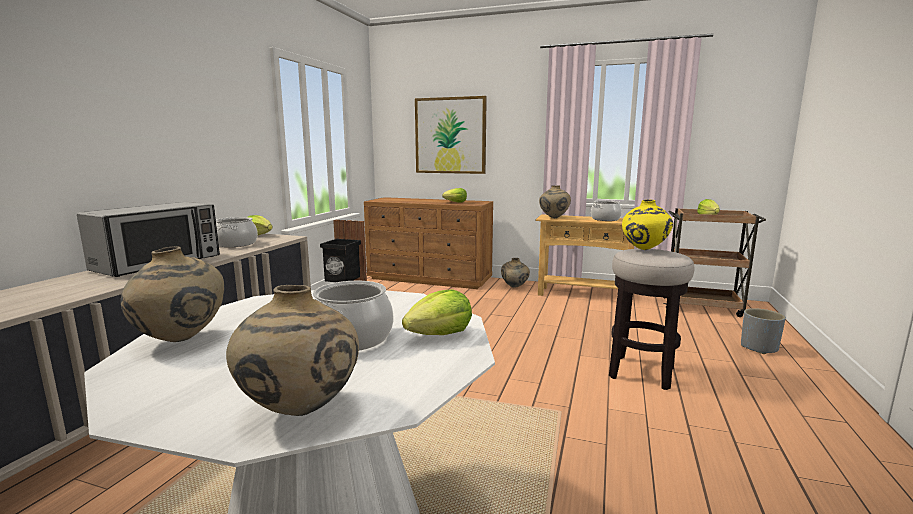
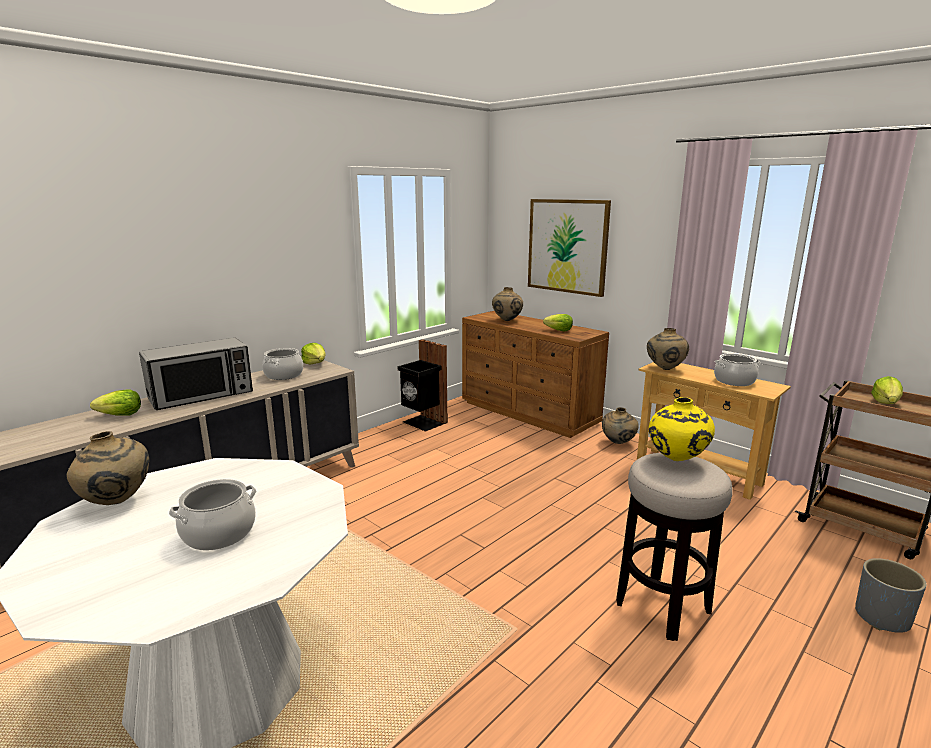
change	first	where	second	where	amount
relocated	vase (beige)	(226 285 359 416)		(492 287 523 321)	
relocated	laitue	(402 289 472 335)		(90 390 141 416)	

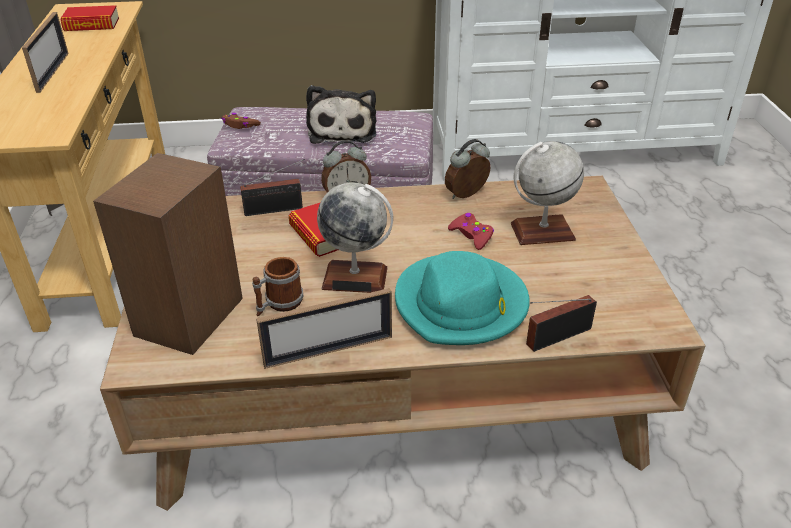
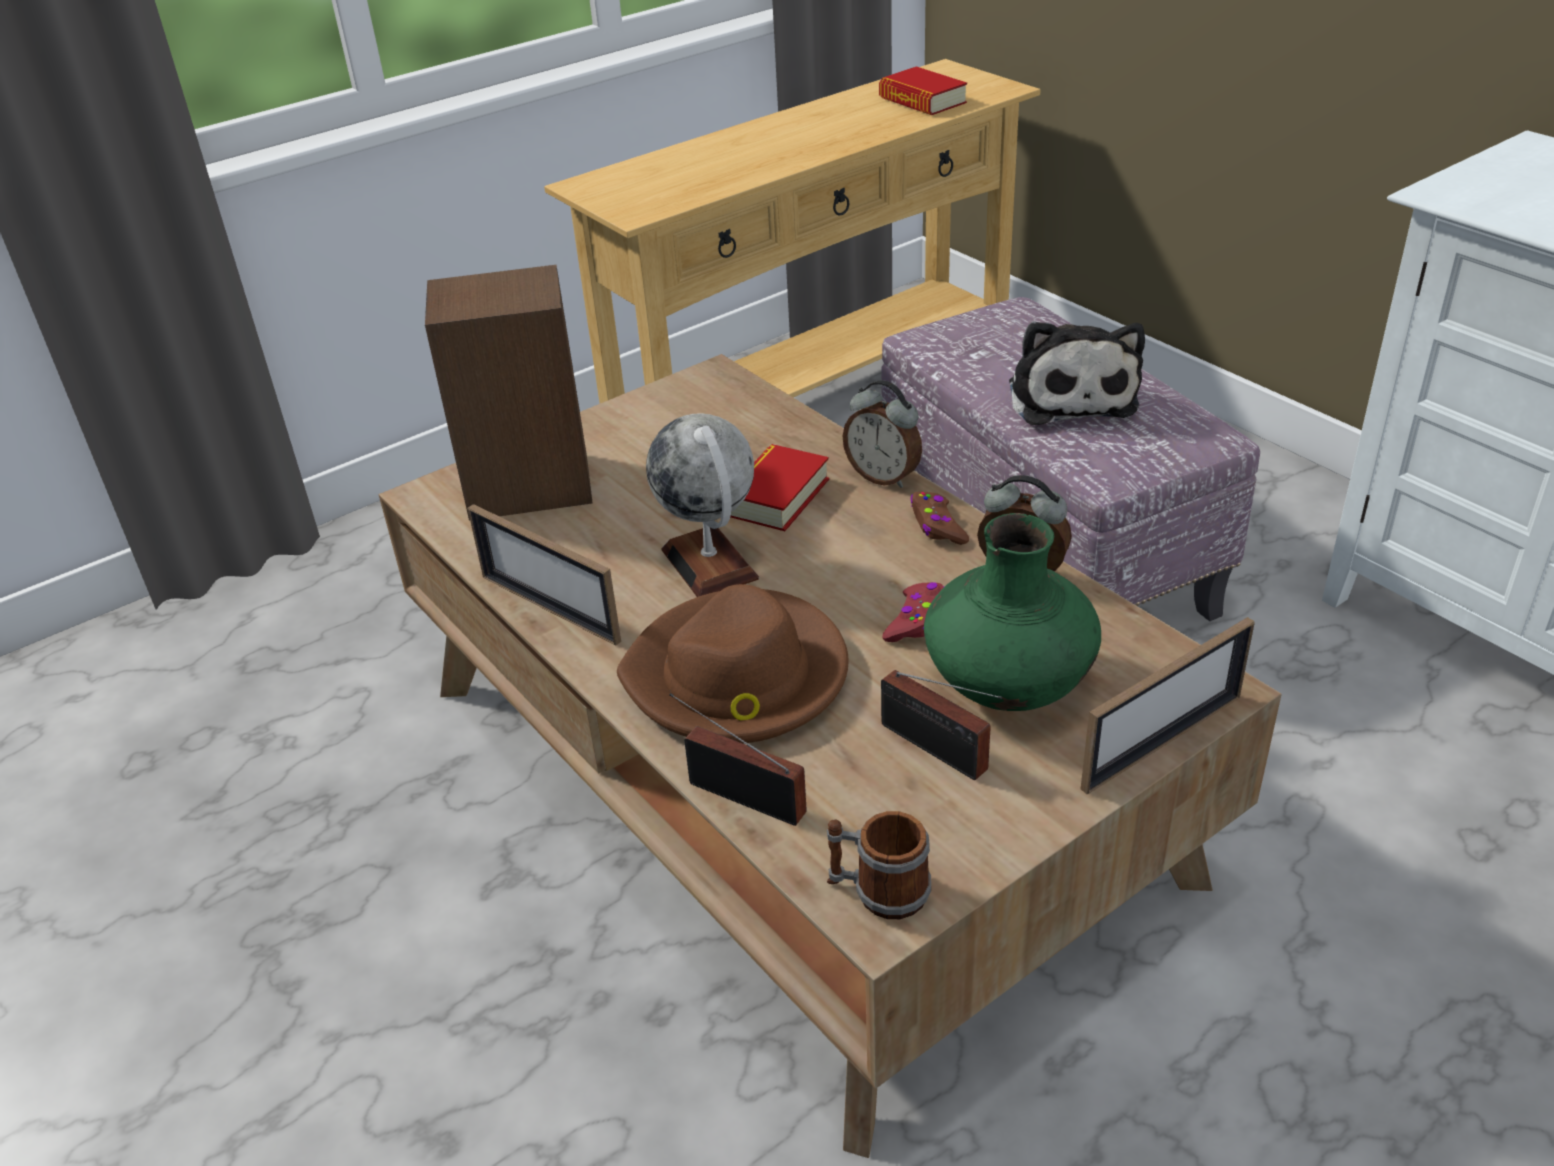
change	first	where	second	where	amount
relocated	cadre photo	(22 12 69 93)		(1081 617 1255 794)	
relocated	manette (marron)	(221 113 261 129)		(910 492 969 545)	
relocated	radio	(240 159 305 216)		(881 670 1002 780)	
relocated	mug	(252 257 303 316)		(827 811 931 919)	
spun	peluche	(306 85 377 144)		(1009 321 1145 425)	60 degrees counterclockwise
colour	chapeau (turquoise)	(395 251 530 345)	chapeau (marron)	(617 584 849 743)	
exchanged	globe	(511 141 584 245)	vase (vert)	(924 513 1101 711)	

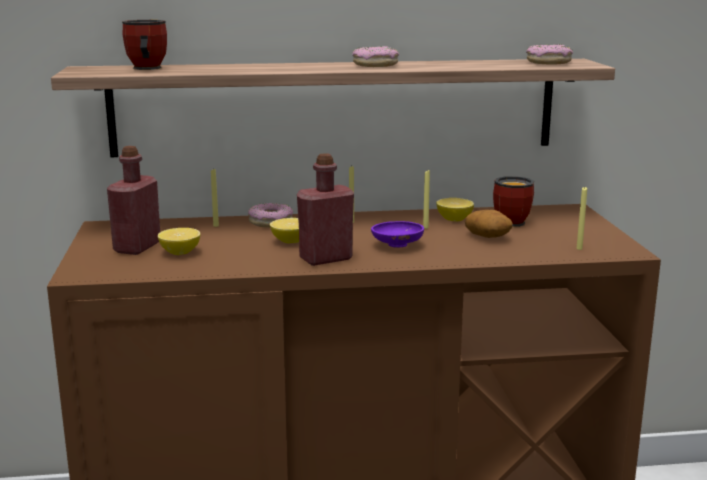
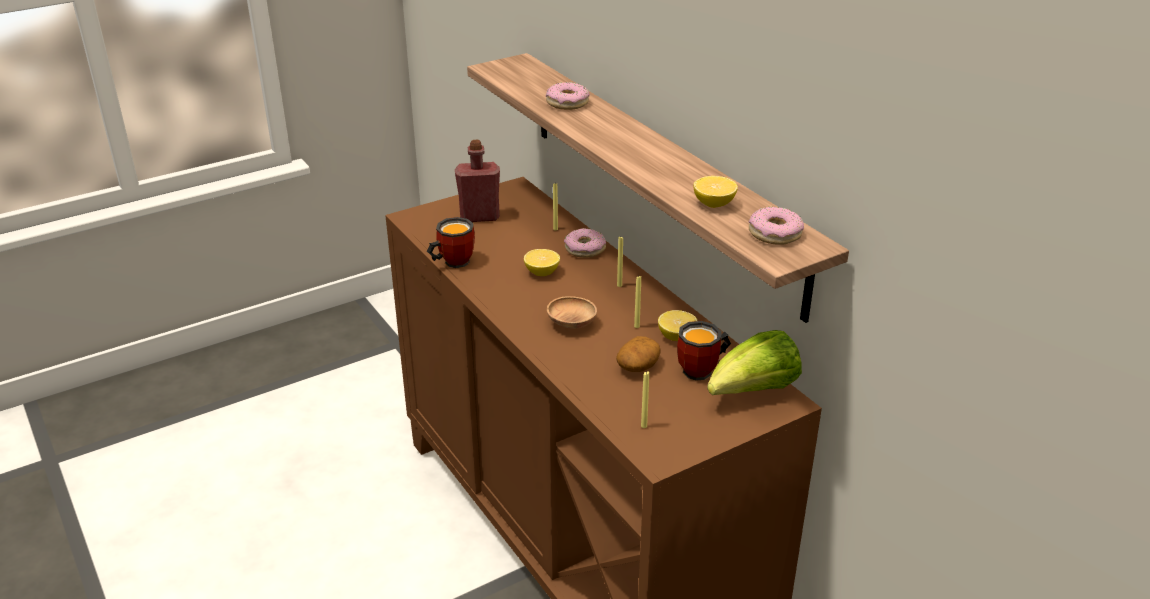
change	first	where	second	where	amount
relocated	mug	(122 20 167 70)		(427 217 475 268)	
relocated	citron	(158 228 201 255)		(693 176 738 208)	
missing	bouteille (rouge)	(297 153 354 266)			
relocated	beignet	(352 46 399 67)		(546 82 590 110)	
colour	bol (violet)	(371 221 424 247)	bol (marron)	(547 296 597 329)	
appeared			laitue	(707 330 802 395)	

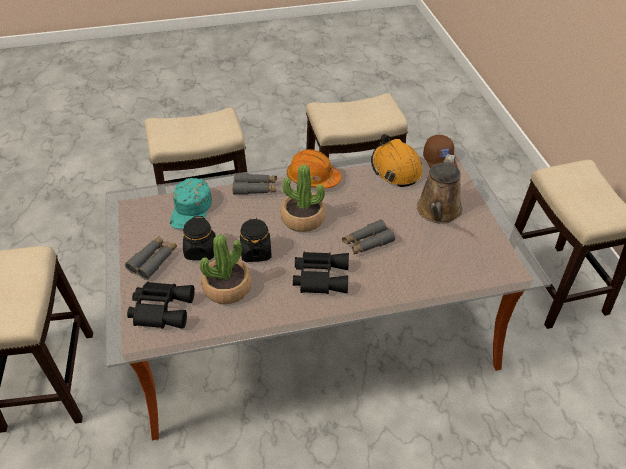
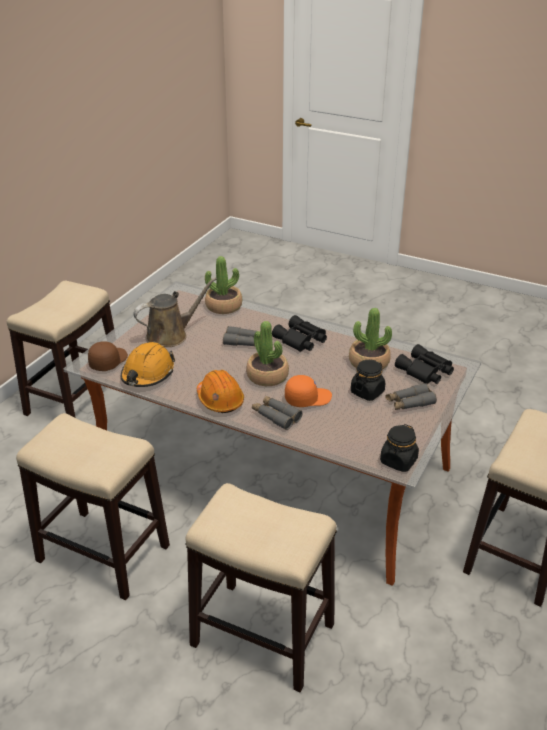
change	first	where	second	where	amount
missing	casquette (turquoise)	(170 178 212 229)			
relocated	bocal (noir)	(240 218 272 262)		(380 424 419 472)	
appeared			plante en pot	(205 256 242 314)	
appeared			casquette (orange)	(285 375 332 407)	

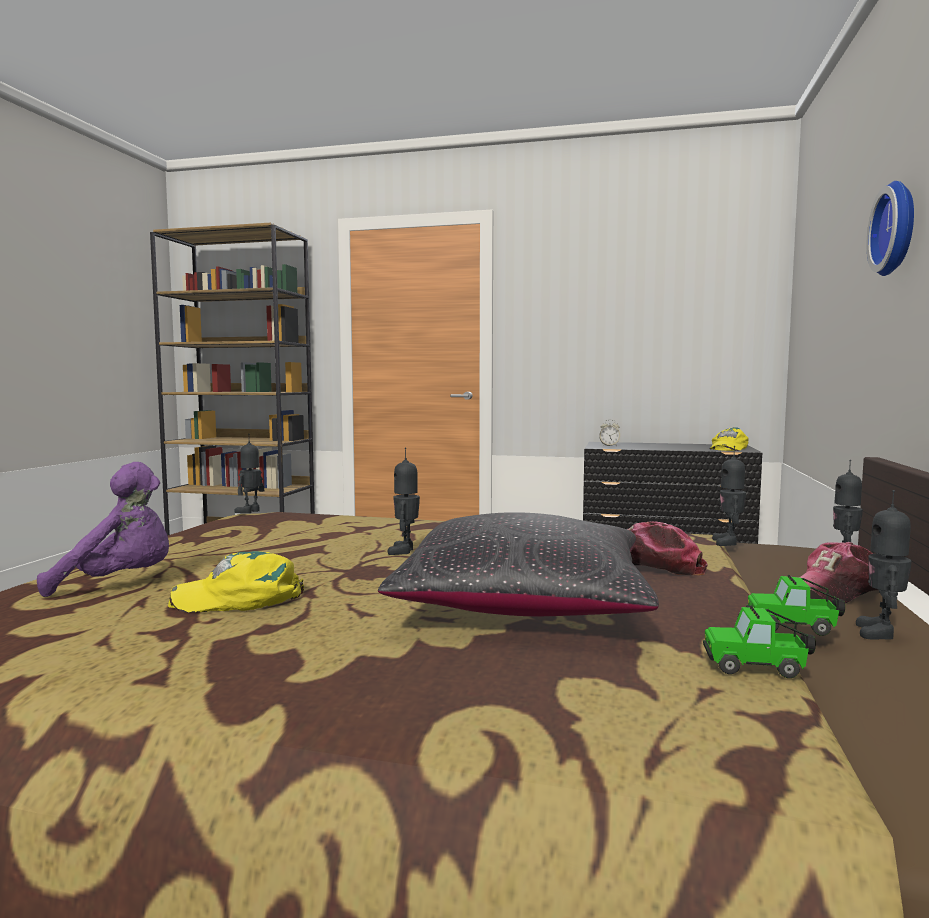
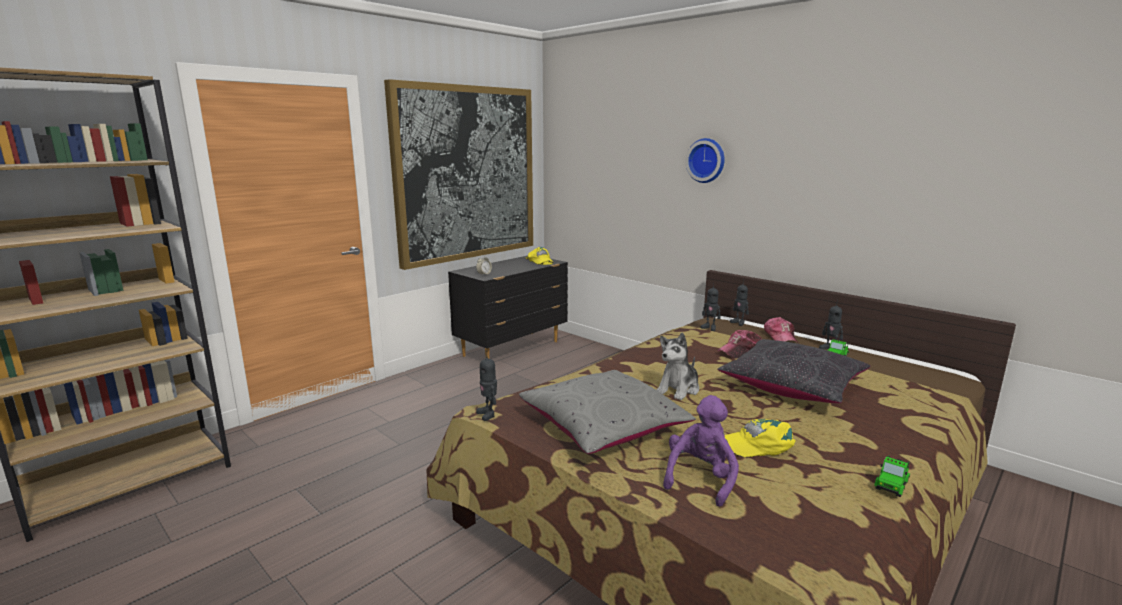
change	first	where	second	where	amount
spun	casquette (jaune)	(168 551 304 613)		(725 419 796 457)	60 degrees clockwise
exchanged	robot jouet	(388 448 420 555)	peluche	(656 333 699 400)	
relocated	petite voiture	(703 606 816 678)		(874 456 910 497)	
appeared			tableau	(384 79 533 270)	
appeared			coussin (gris)	(519 370 696 454)	

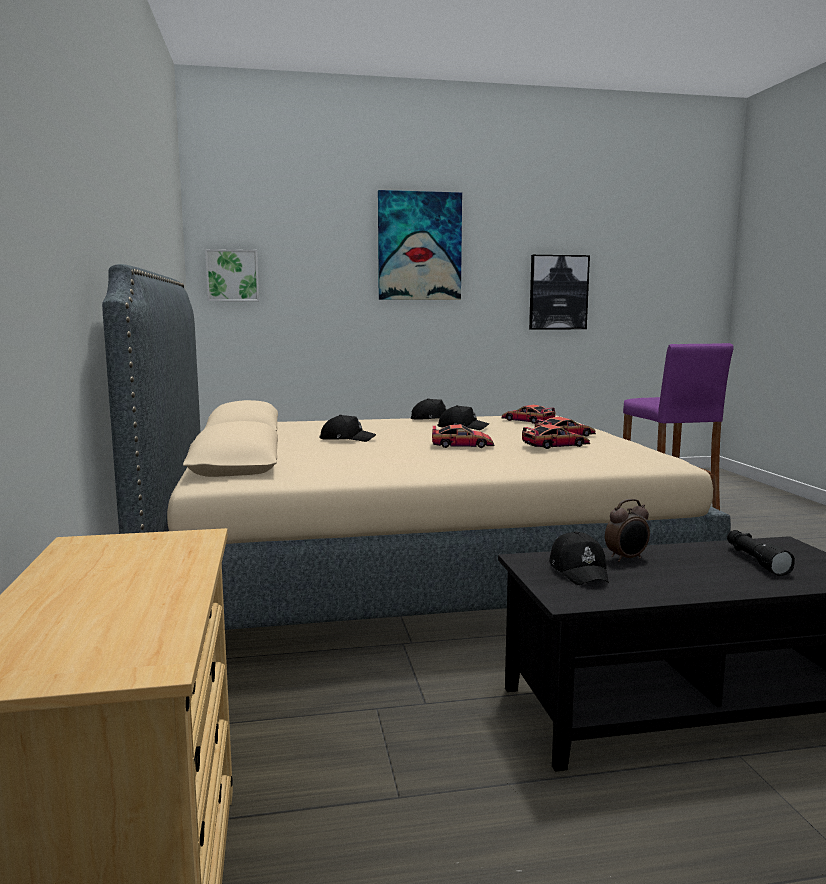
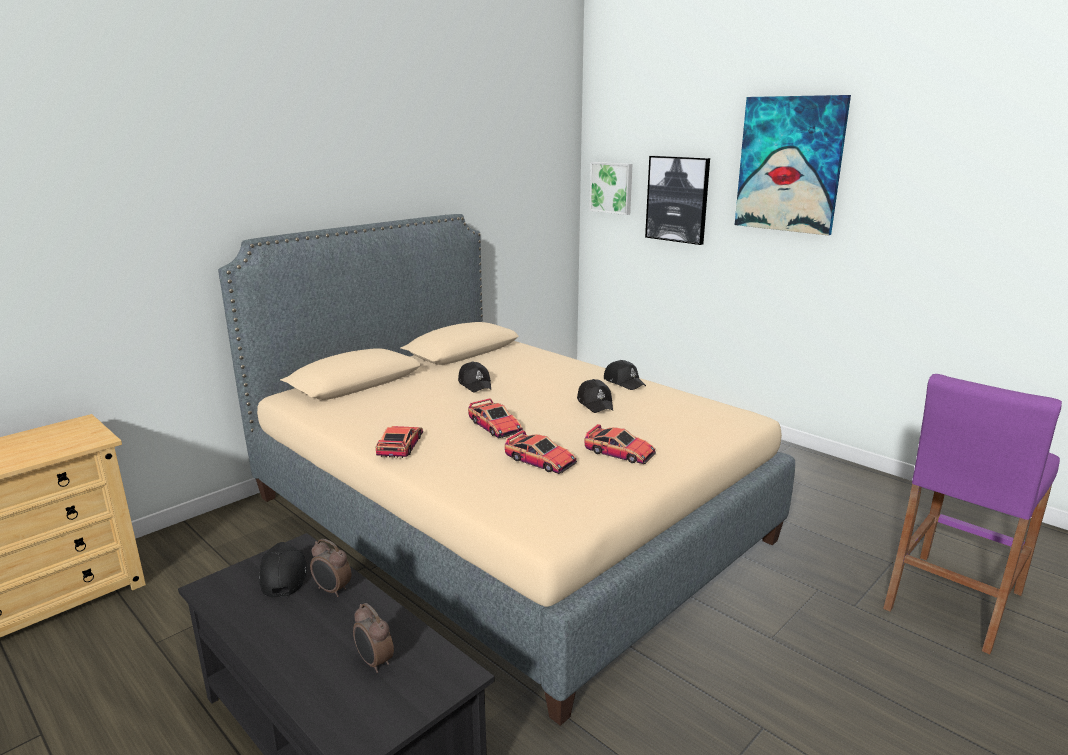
change	first	where	second	where	amount
relocated	petite voiture	(502 404 555 424)		(375 426 423 458)	
relocated	tableau	(529 255 590 330)		(645 156 710 245)	
spun	casquette (noir)	(549 531 609 585)		(259 542 307 598)	120 degrees clockwise
exchanged	lampe de poche (noir)	(727 530 795 576)	réveil	(353 603 394 673)	

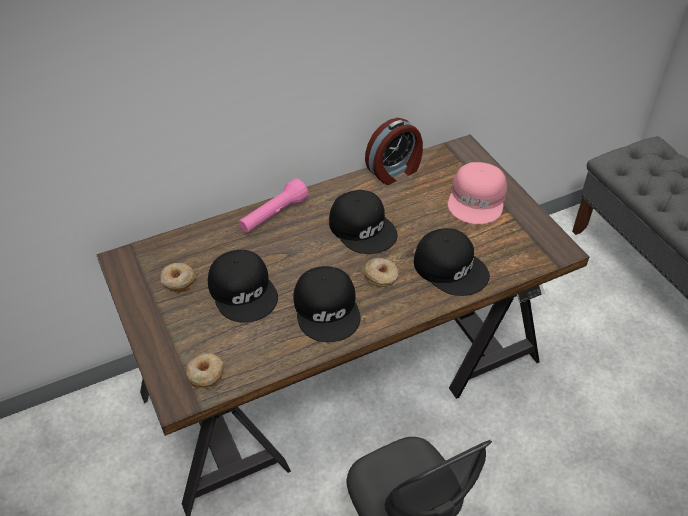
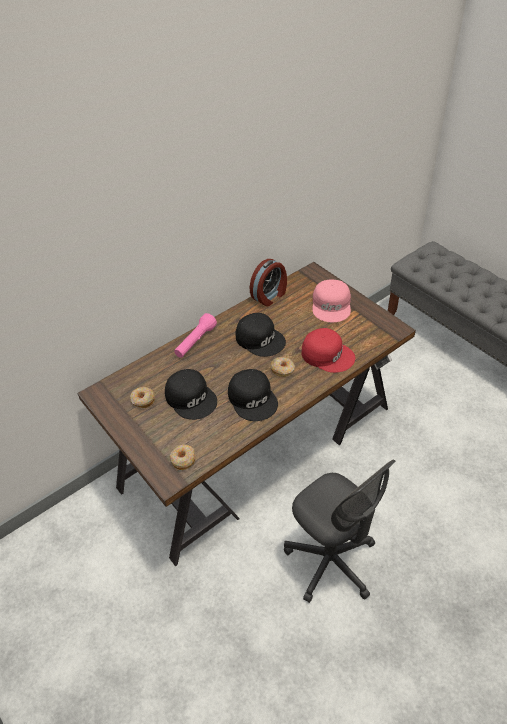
change	first	where	second	where	amount
colour	casquette (noir)	(414 228 490 296)	casquette (rouge)	(301 328 355 373)	

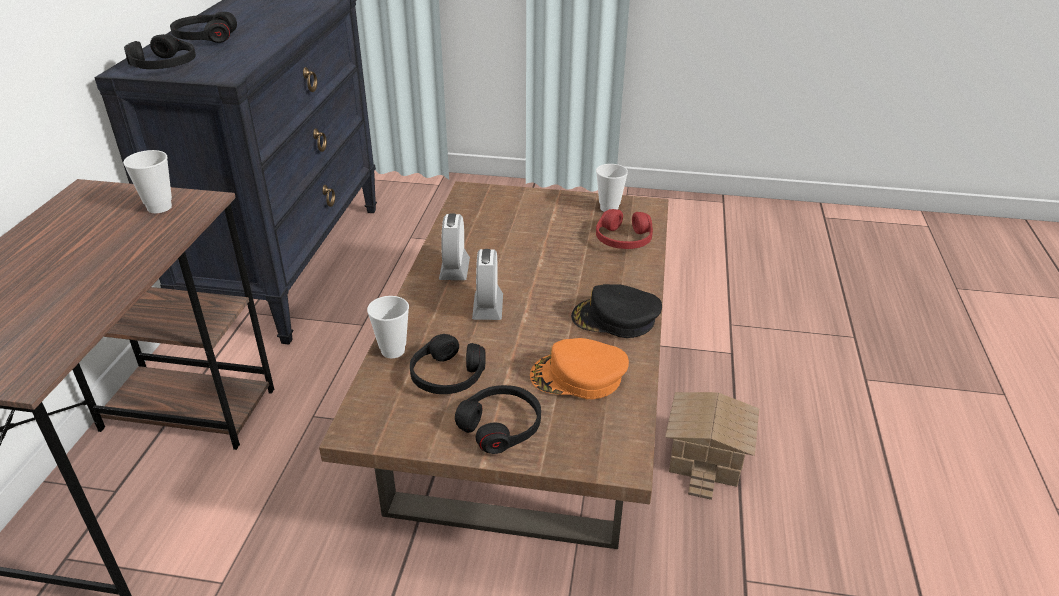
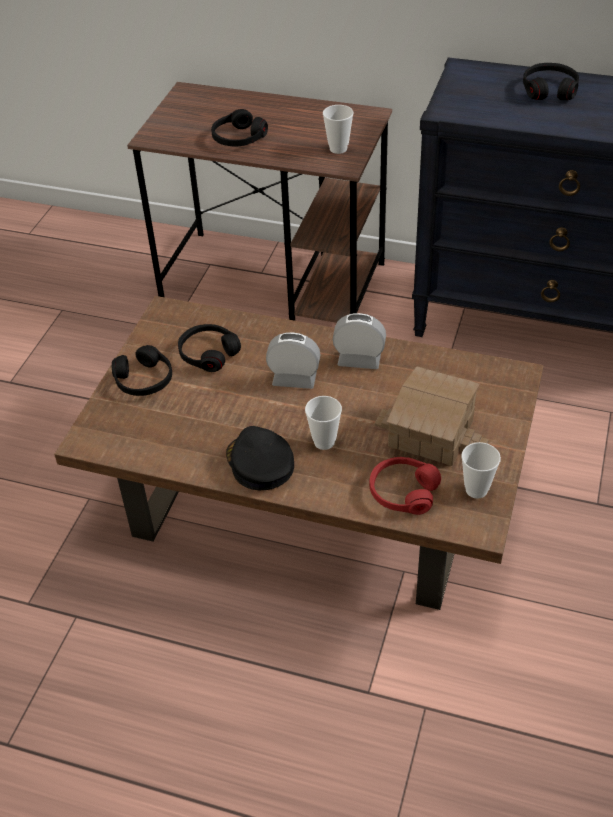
change	first	where	second	where	amount
relocated	casque audio (noir)	(124 34 196 69)		(211 109 268 146)	
relocated	tasse	(367 296 409 358)		(305 396 342 450)	
missing	casquette (orange)	(530 338 629 399)			
spun	casquette (noir)	(571 284 662 338)		(226 426 294 490)	45 degrees counterclockwise
relocated	maison miniature	(665 392 759 500)		(374 367 489 466)	

